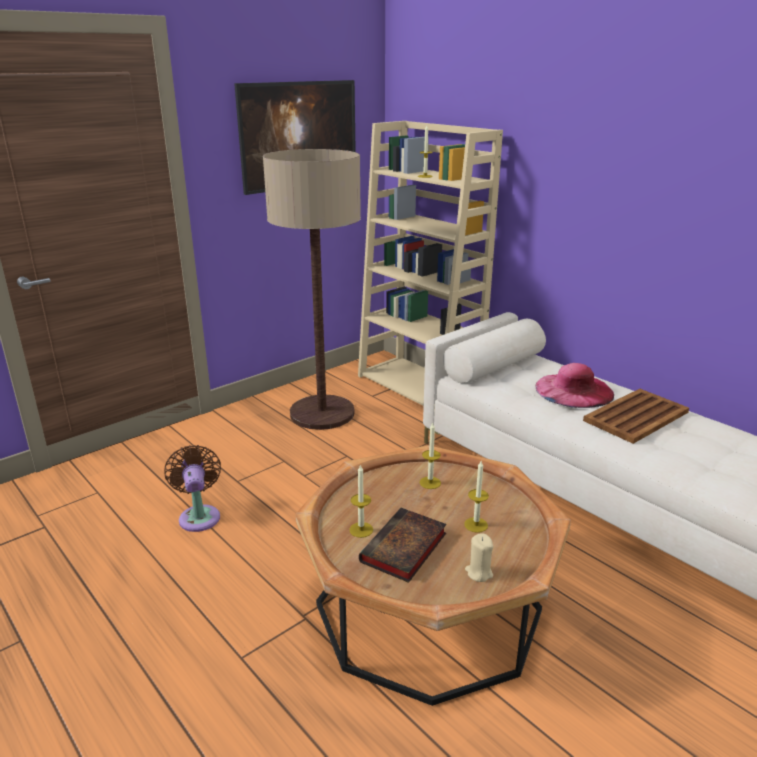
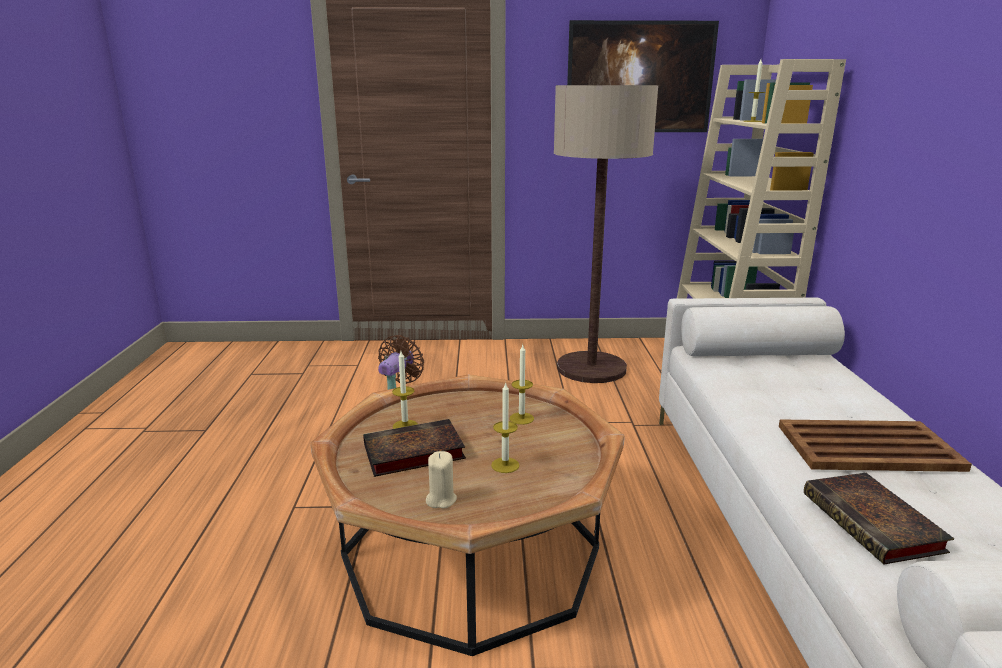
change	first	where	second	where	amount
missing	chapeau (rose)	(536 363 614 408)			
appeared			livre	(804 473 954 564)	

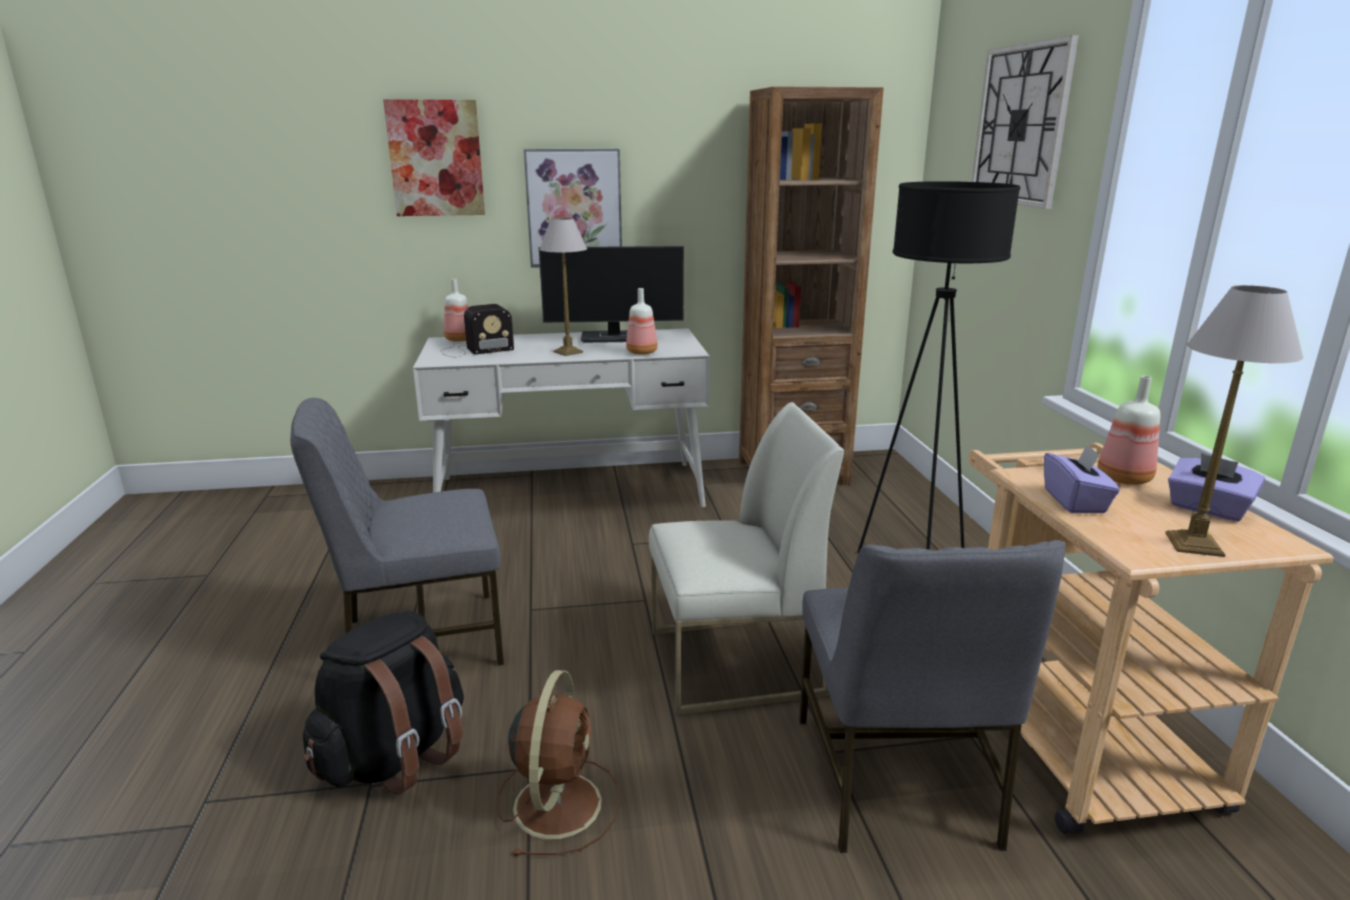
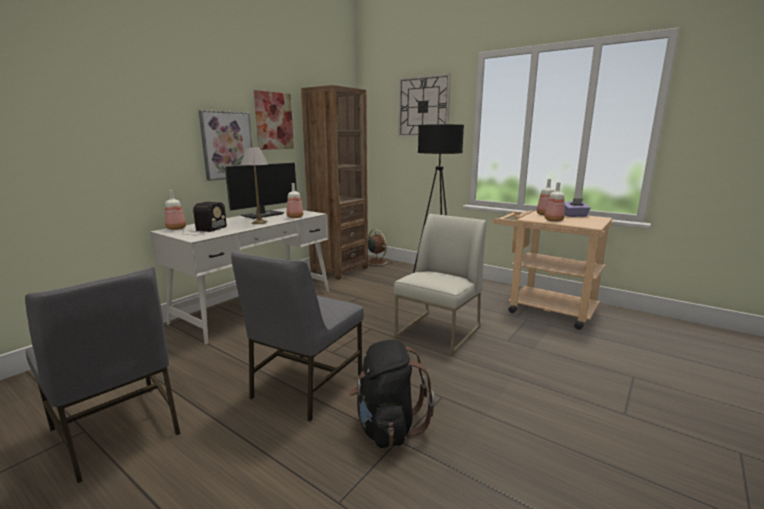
change	first	where	second	where	amount
relocated	tableau	(383 99 485 216)		(254 90 294 150)	
relocated	ventilateur (marron)	(497 670 620 856)		(368 229 392 267)	
relocated	chaise (gris)	(799 540 1066 853)		(25 267 180 483)	
exchanged	boîte à mouchoirs (violet)	(1044 444 1120 513)	bouteille	(544 182 565 222)	
missing	lampe de table	(1165 285 1303 557)			

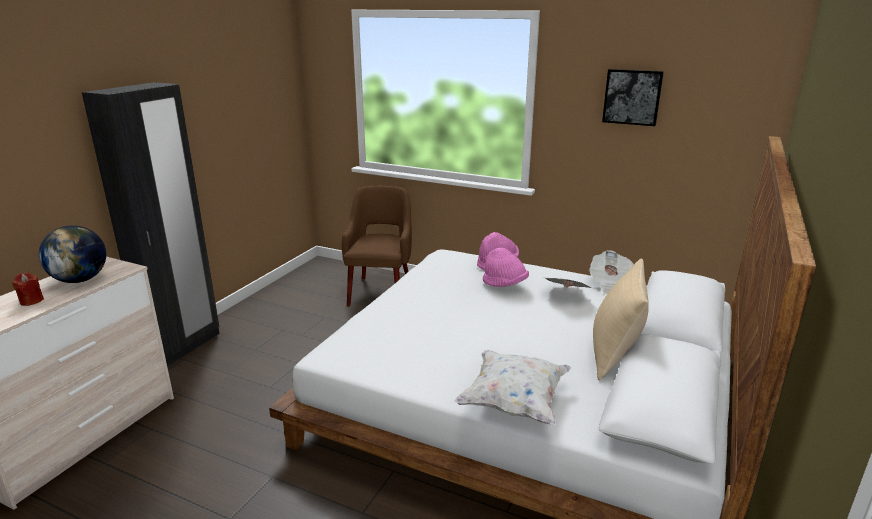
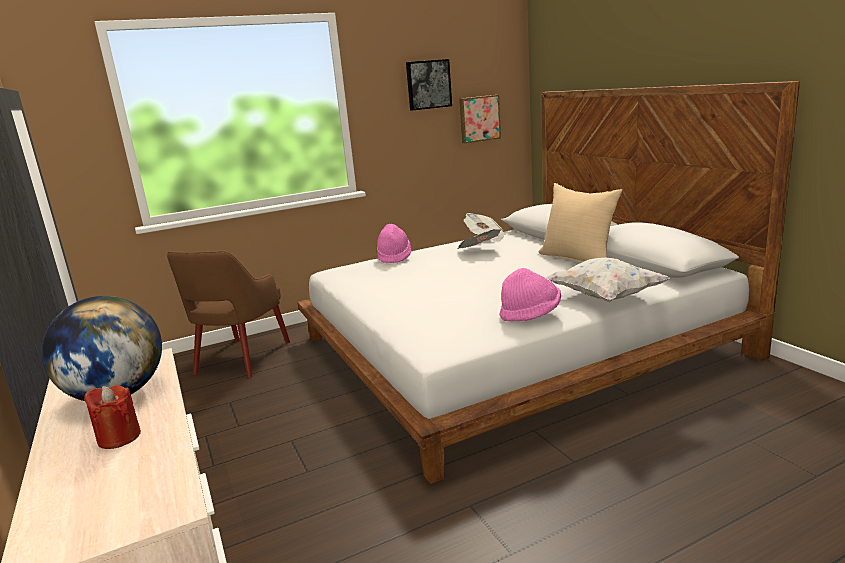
change	first	where	second	where	amount
spun	fauteuil (marron)	(342 185 412 306)		(167 251 290 378)	120 degrees counterclockwise
relocated	chapeau (rose)	(483 248 529 287)		(499 268 561 322)	
appeared			tableau	(459 95 501 143)	

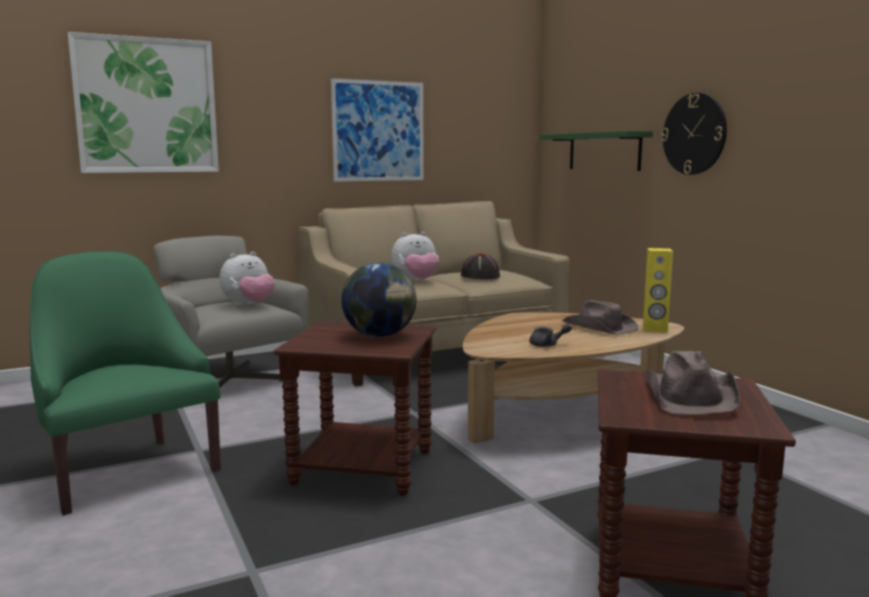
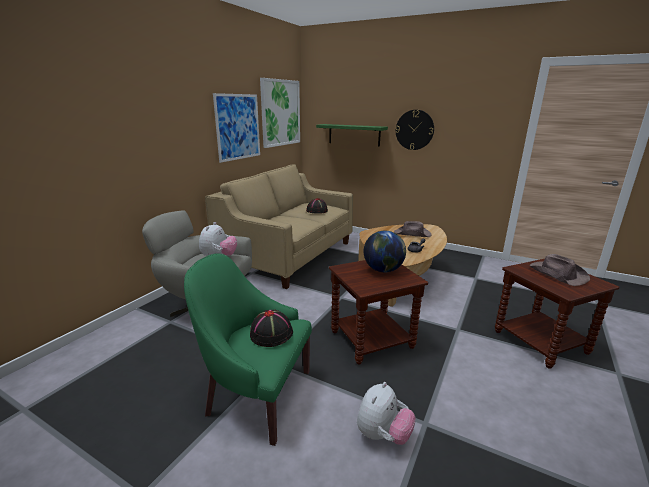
change	first	where	second	where	amount
relocated	tableau	(68 32 219 173)		(260 78 300 148)	
relocated	peluche	(391 232 439 281)		(357 382 416 445)	
missing	enceinte (jaune)	(643 248 673 333)			
appeared			chapeau (noir)	(250 310 293 347)	

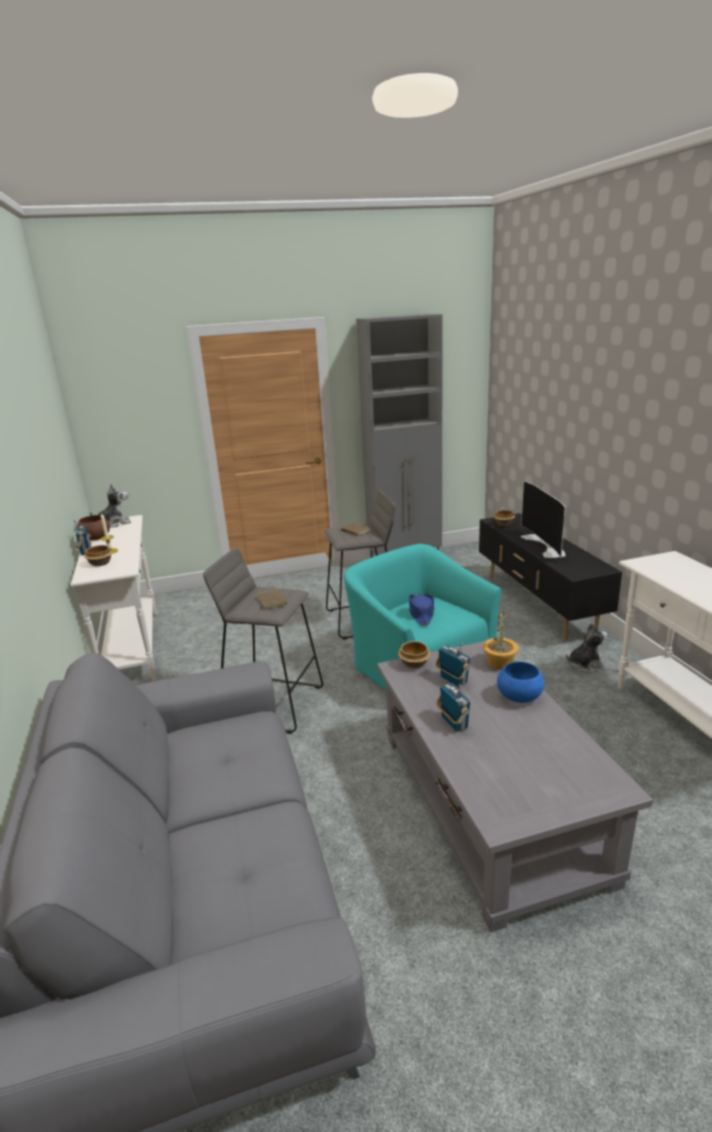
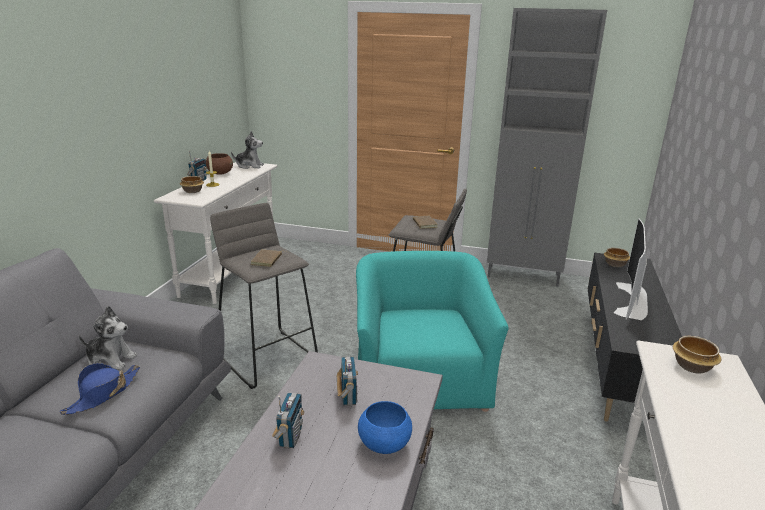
change	first	where	second	where	amount
relocated	bol	(398 641 431 669)		(673 336 721 373)	
relocated	chapeau (bleu)	(409 594 435 626)		(60 363 140 415)	
missing	plante en pot	(483 611 519 670)			
relocated	peluche	(566 622 608 673)		(79 306 137 370)	

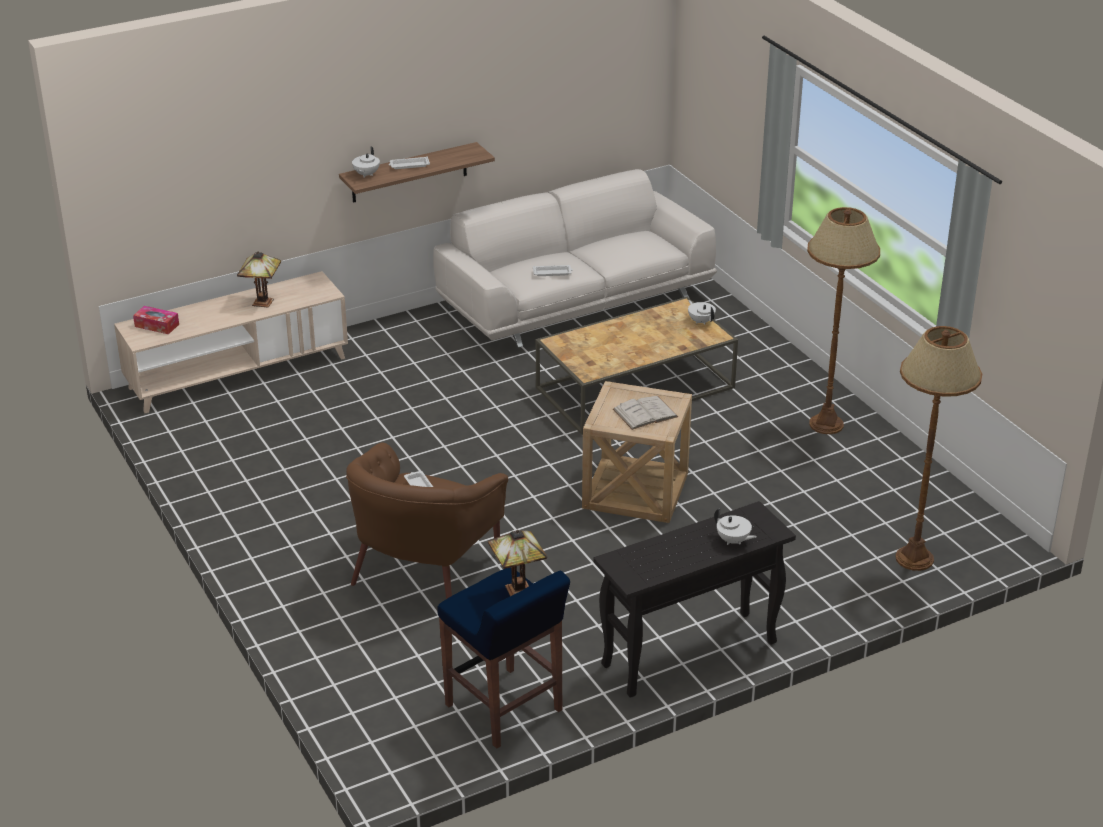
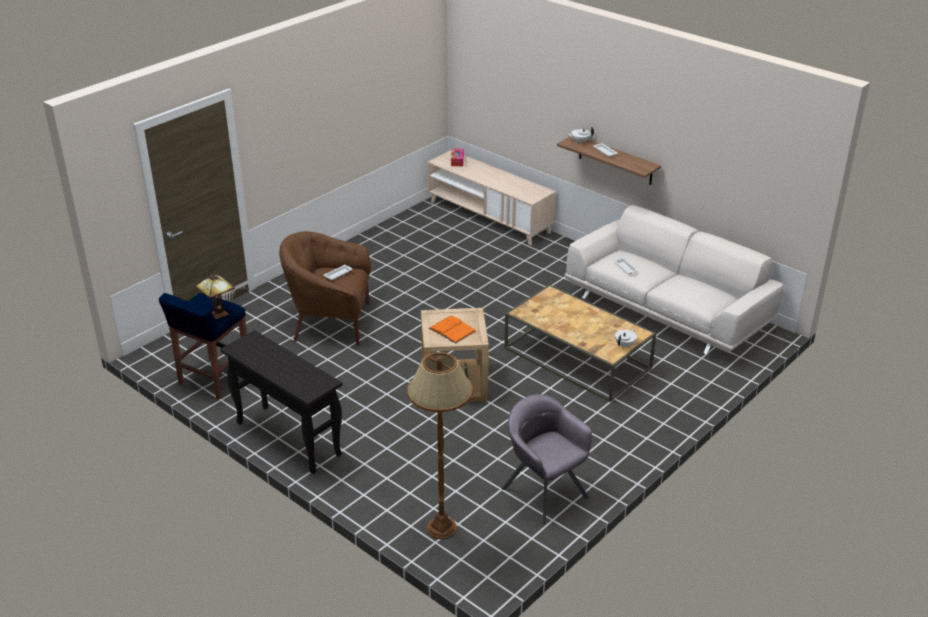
change	first	where	second	where	amount
missing	lampe de table	(237 251 281 308)			
colour	livre (blanc)	(613 396 678 430)	livre (orange)	(429 315 476 344)	
missing	théière (blanc)	(714 508 757 545)			
missing	lampadaire (marron)	(807 207 880 434)			
appeared			fauteuil (gris)	(501 394 592 525)	

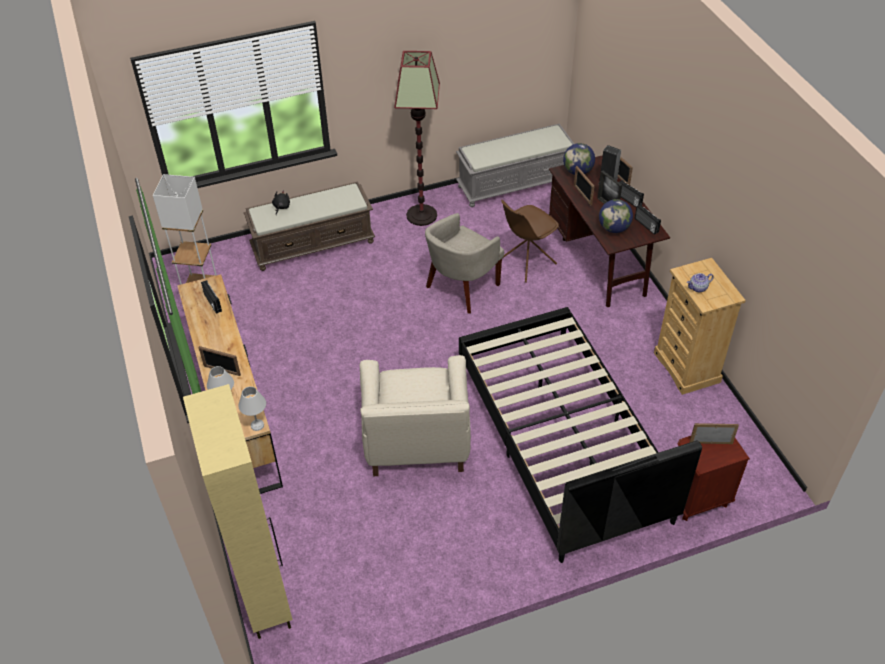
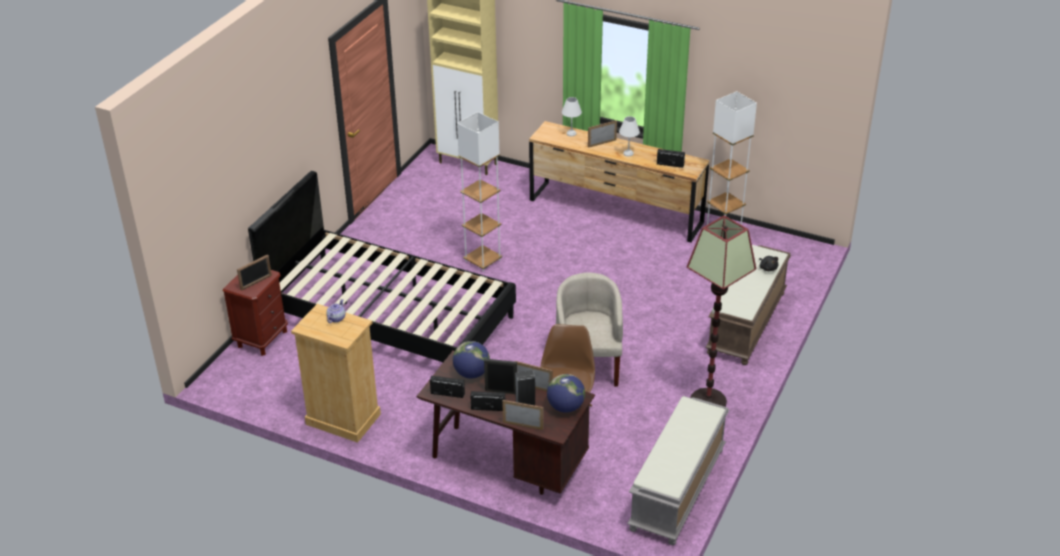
change	first	where	second	where	amount
relocated	lampe de table (blanc)	(238 387 266 431)		(619 116 640 156)	
exchanged	fauteuil (beige)	(359 355 471 476)	lampadaire (blanc)	(457 112 502 272)	

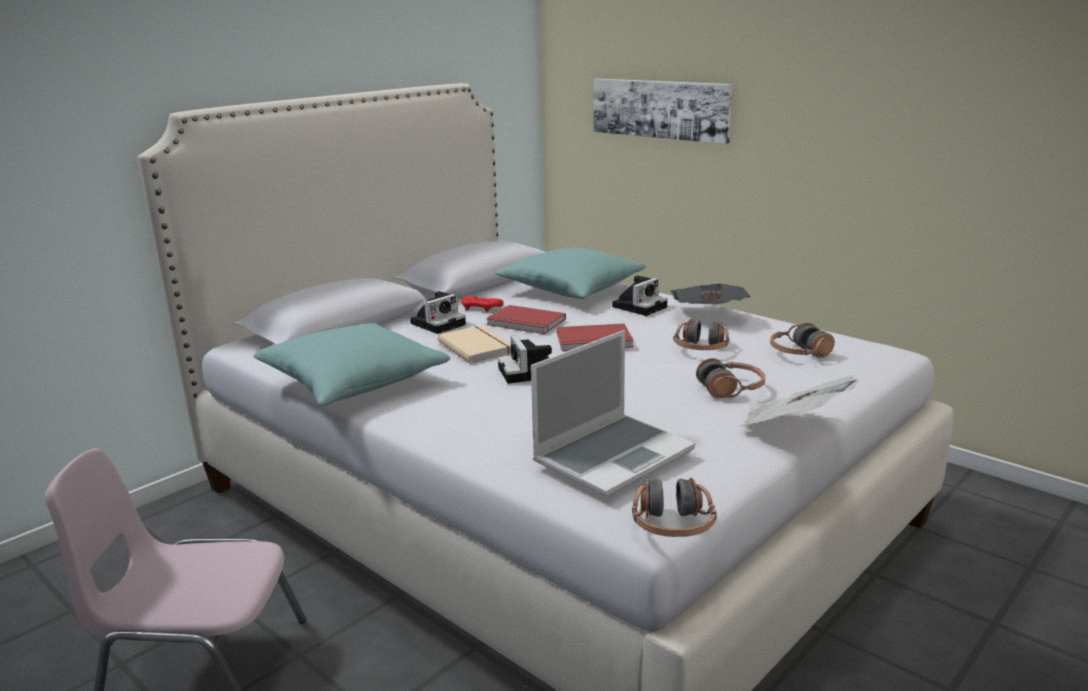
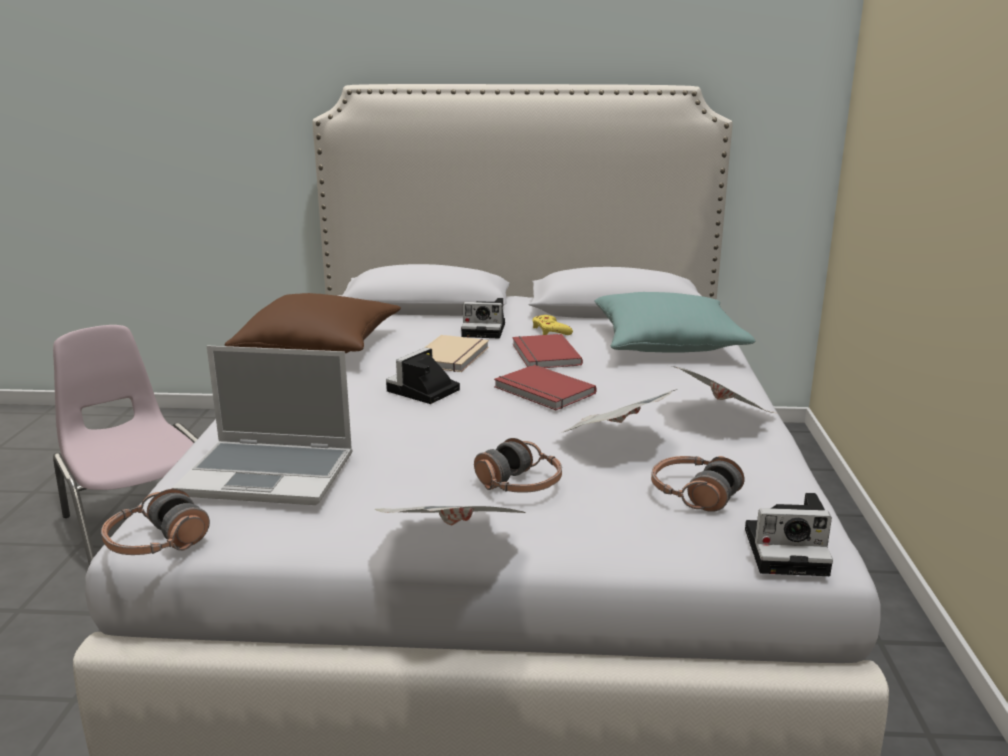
change	first	where	second	where	amount
colour	coussin (turquoise)	(253 323 450 406)	coussin (marron)	(224 293 401 353)	
colour	manette (rouge)	(462 296 504 312)	manette (jaune)	(532 315 573 335)	
missing	tableau	(593 79 733 144)			
relocated	appareil photo	(612 276 668 316)		(745 493 833 576)	
exchanged	casque audio	(673 319 729 350)	journal	(561 389 677 433)	

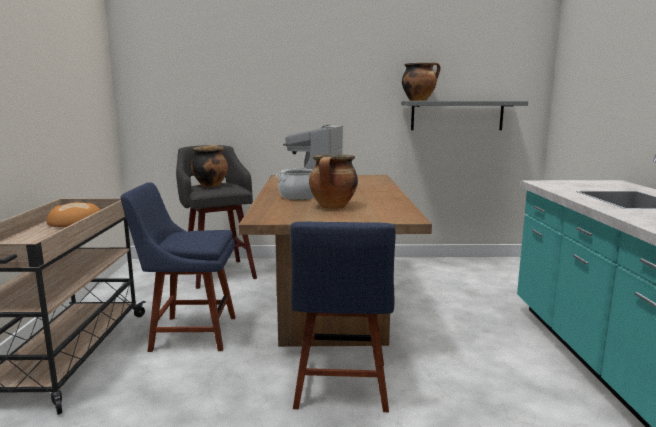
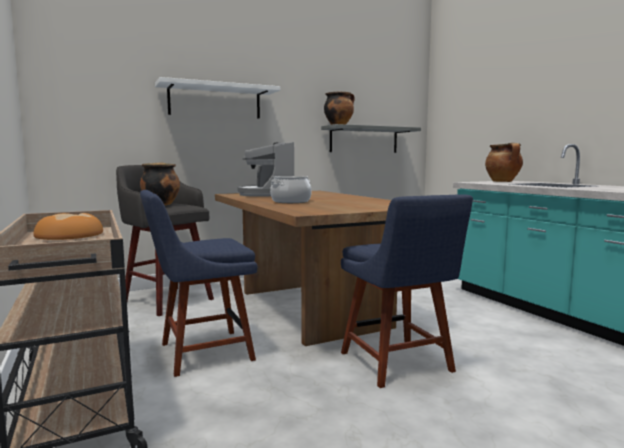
change	first	where	second	where	amount
relocated	marmite	(309 154 358 209)		(485 143 523 182)	
appeared			étagère (blanc)	(155 77 281 119)	

